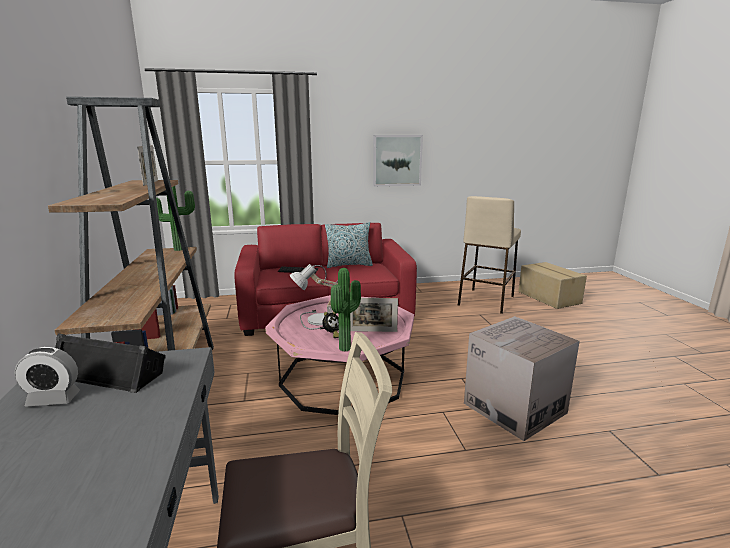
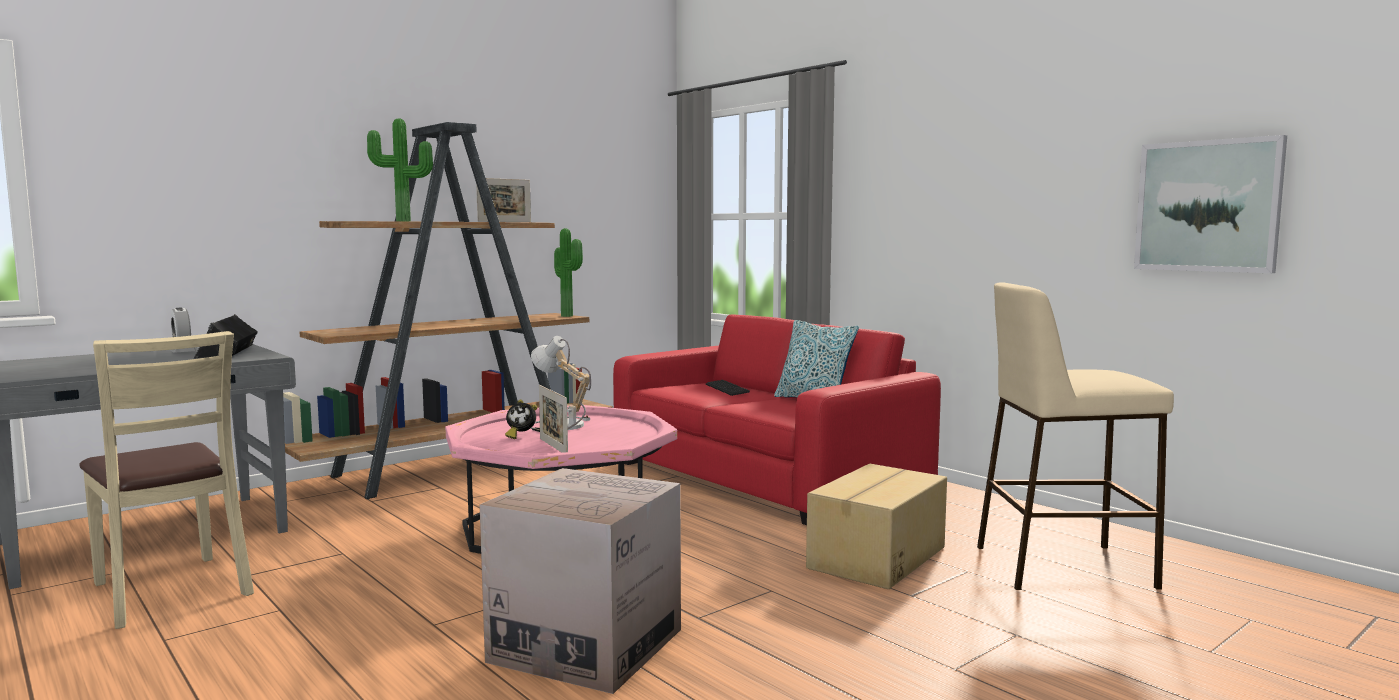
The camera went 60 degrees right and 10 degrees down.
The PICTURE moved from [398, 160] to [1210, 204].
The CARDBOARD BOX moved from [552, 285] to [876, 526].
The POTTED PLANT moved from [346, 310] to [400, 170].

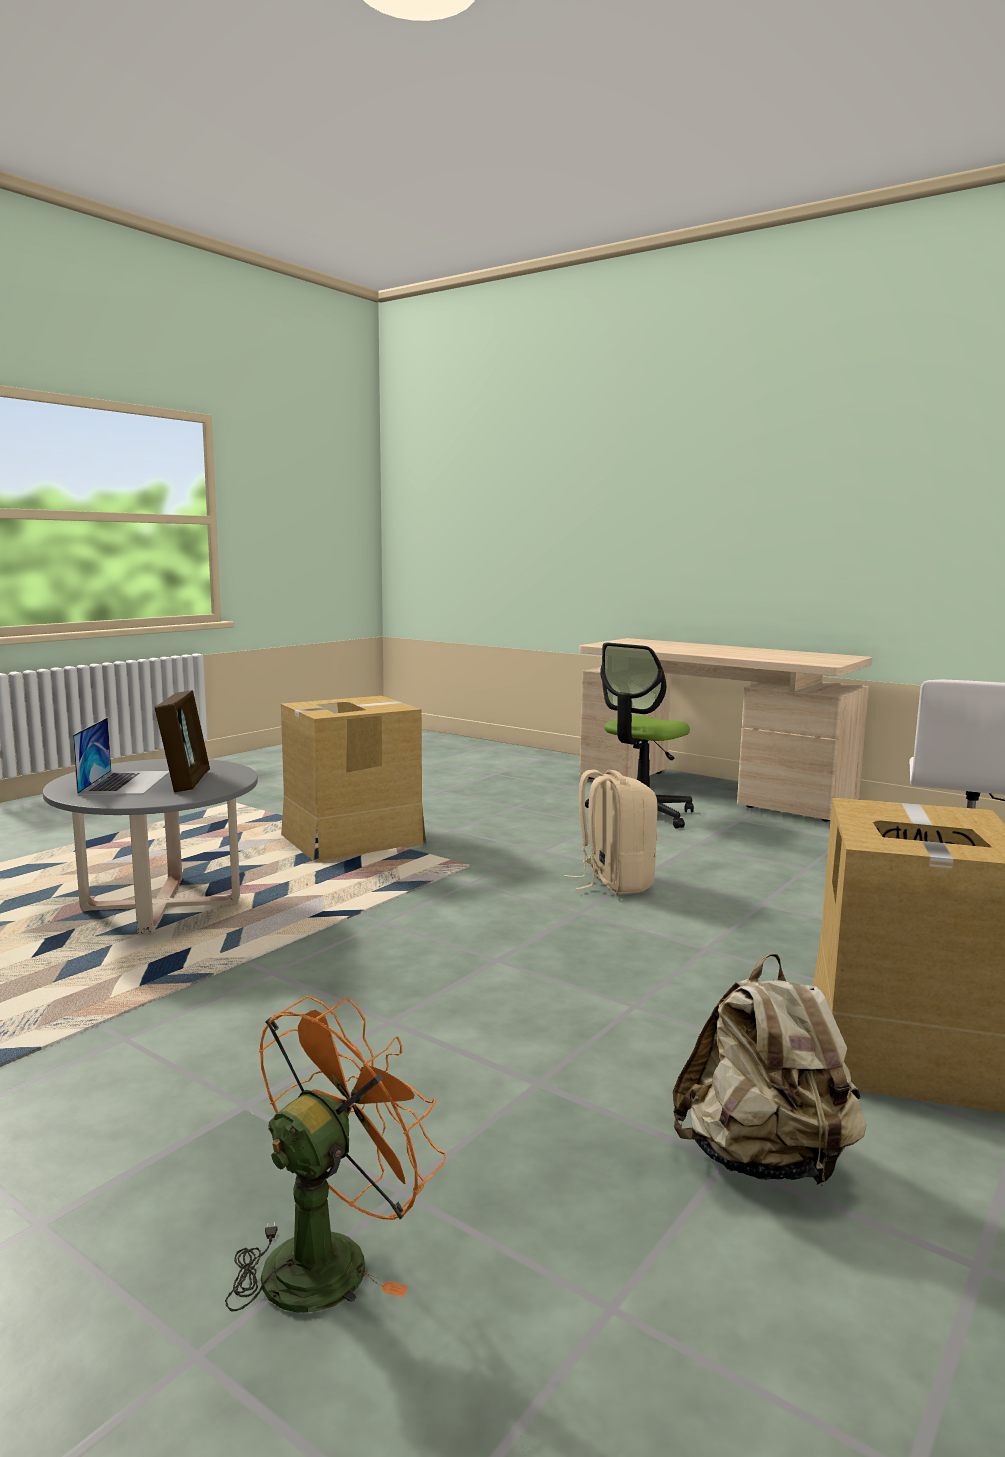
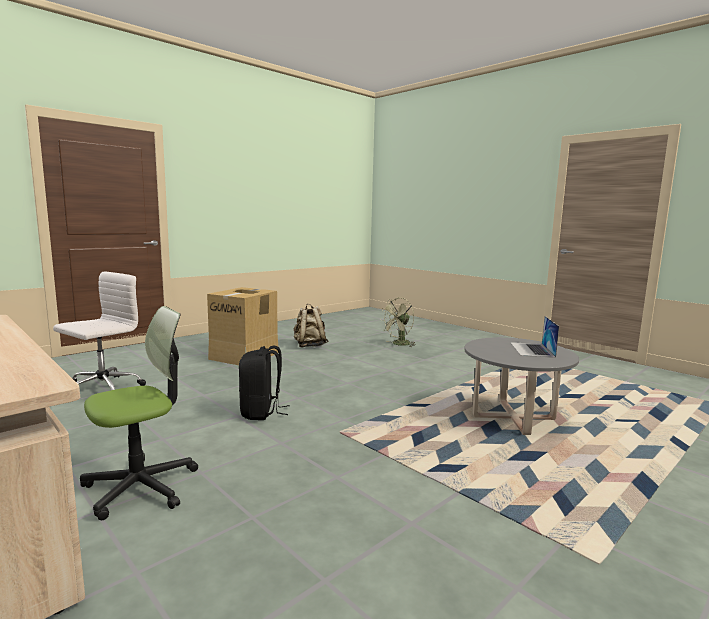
The camera went 170 degrees left and 0 degrees up.
The PICTURE FRAME at [182, 741] disappeared.
The CARDBOARD BOX at [353, 778] disappeared.
The BEIGE BACKPACK at [611, 832] became the BLACK BACKPACK at [264, 383].
The ORANGE FAN at [335, 1154] became the GREEN FAN at [398, 322].

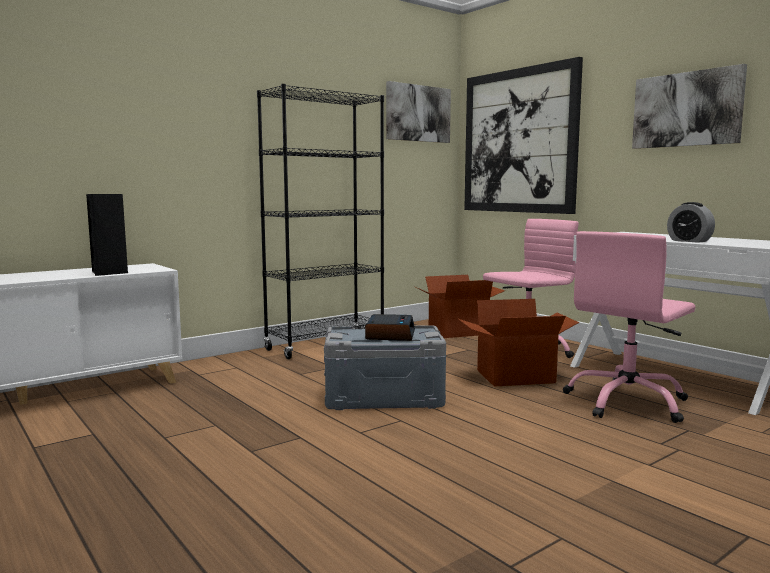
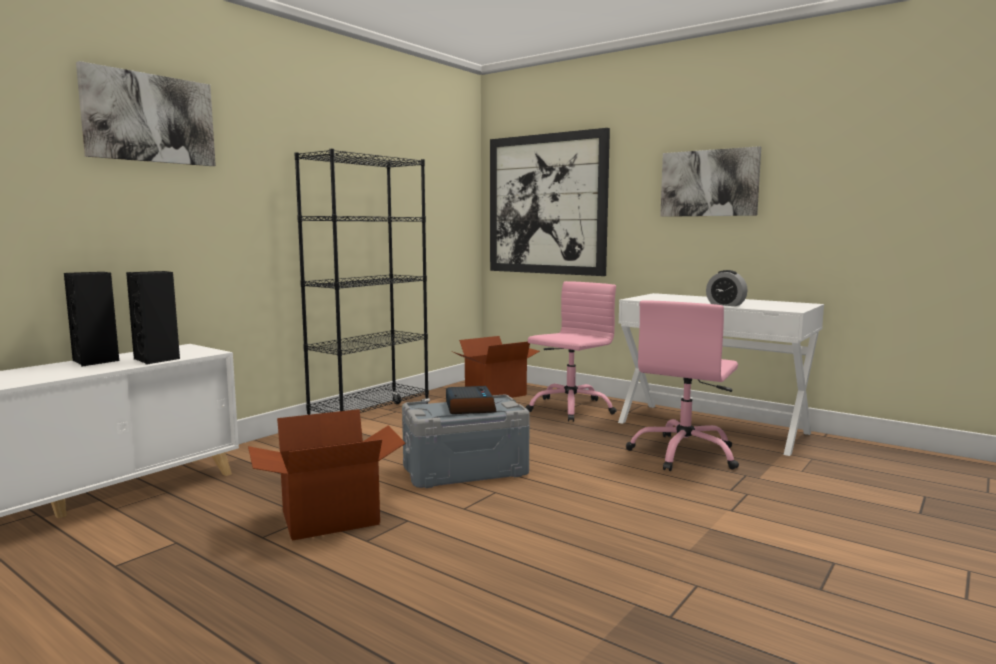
The camera went 15 degrees left and 0 degrees up.
The PICTURE moved from [418, 112] to [146, 113].
The CARDBOARD BOX moved from [518, 343] to [327, 475].
The BLACK SPEAKER at [91, 319] appeared.

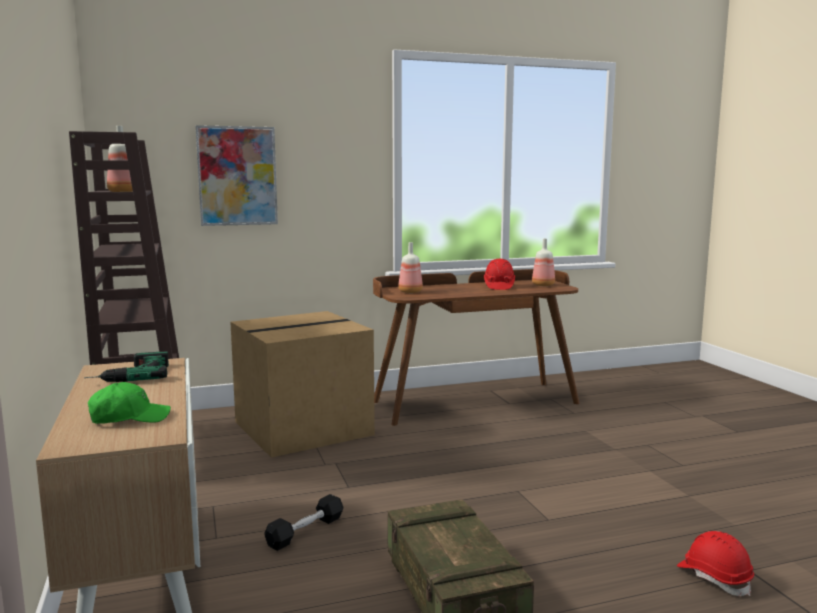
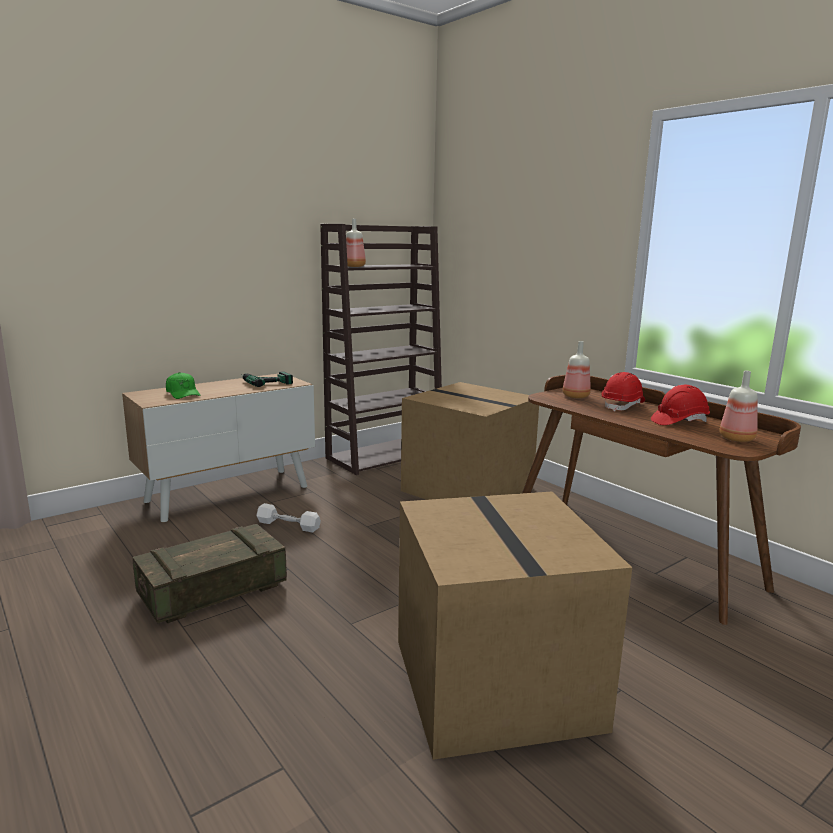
The camera went 70 degrees right and 5 degrees up.
The PICTURE at [237, 175] disappeared.
The BLACK DUMBBELL at [303, 522] became the WHITE DUMBBELL at [289, 518].
The RED HARD HAT moved from [715, 563] to [623, 392].
The CARDBOARD BOX at [515, 626] appeared.

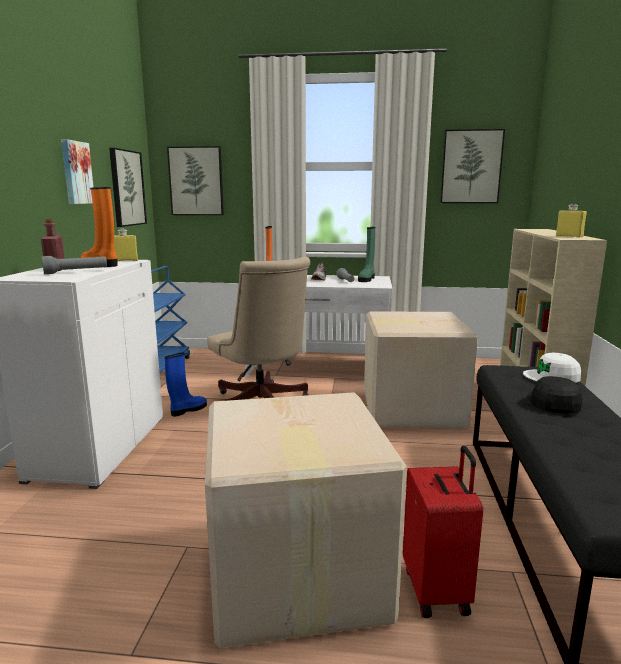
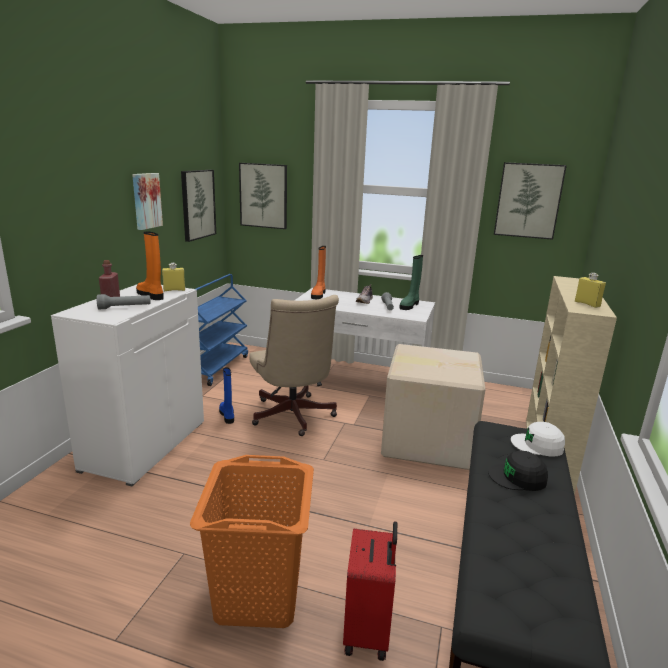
The camera went 10 degrees right and 5 degrees up.
The BLUE BOOT at [186, 384] turned 75 degrees counterclockwise.
The BLACK CAP at [554, 395] turned 105 degrees counterclockwise.
The CARDBOARD BOX at [306, 520] was replaced by the ORANGE LAUNDRY BASKET at [252, 541].

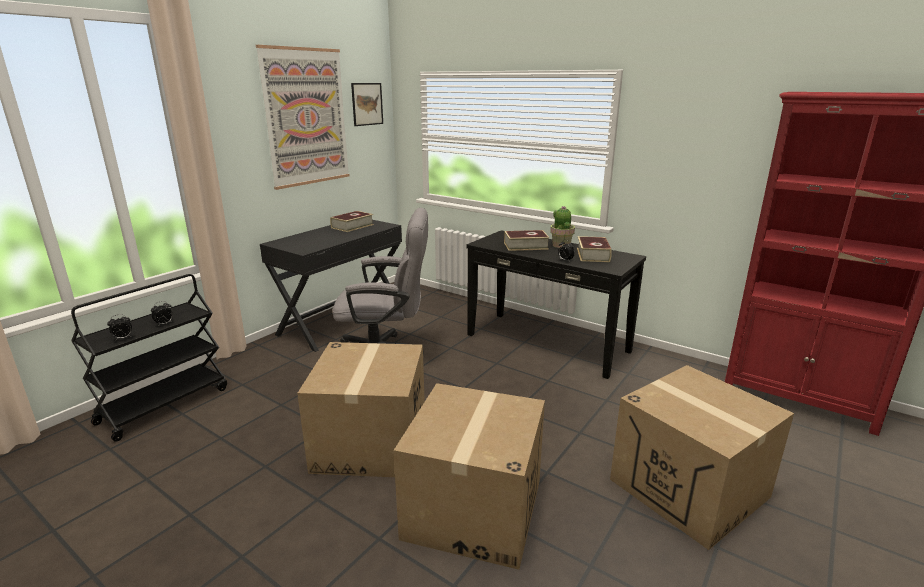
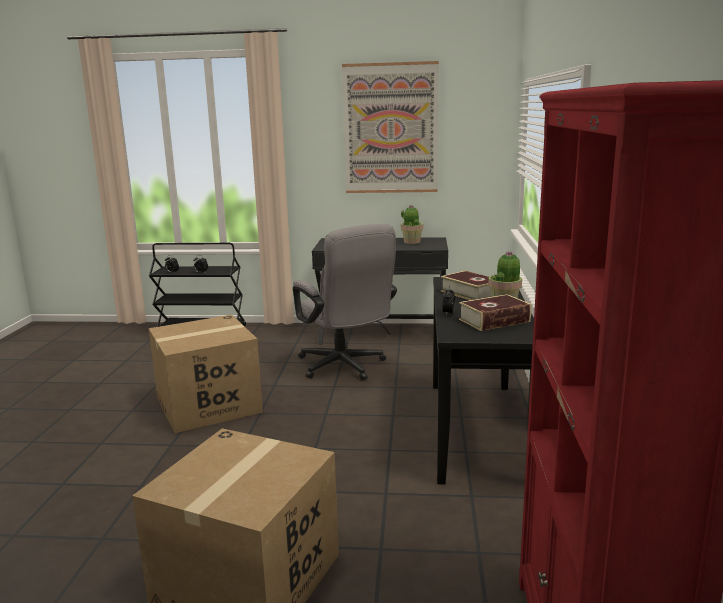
The camera went 60 degrees right and 5 degrees down.
The PICTURE at [367, 104] disappeared.
The BOOK at [352, 221] was replaced by the POTTED PLANT at [412, 224].
The CARDBOARD BOX at [469, 476] disappeared.

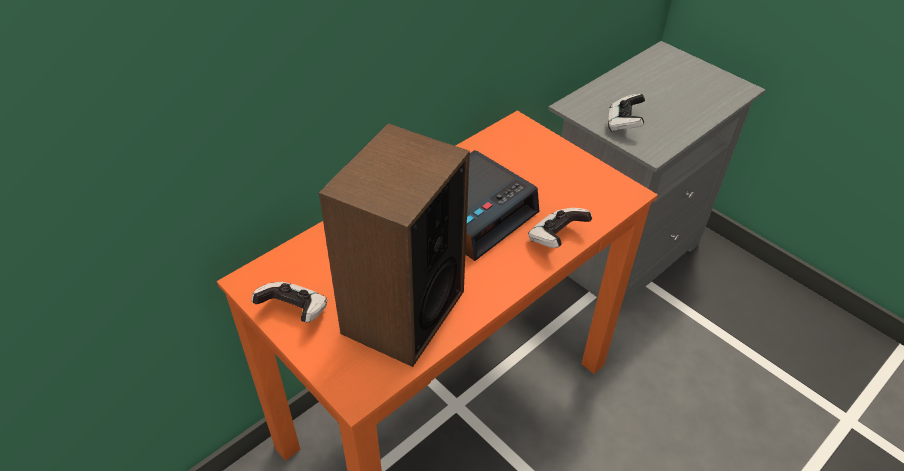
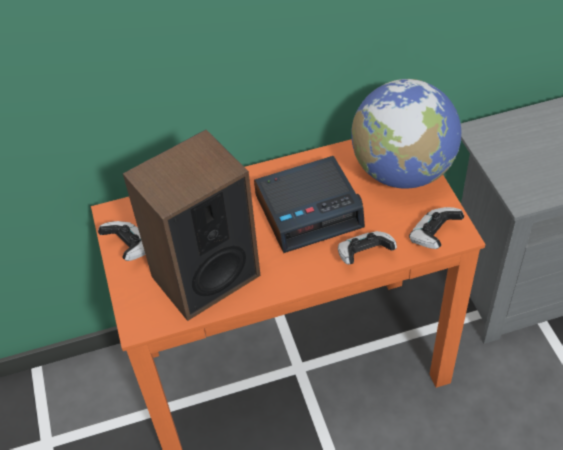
The camera went 30 degrees right and 5 degrees up.
The GAME CONTROLLER moved from [626, 112] to [436, 228].
The GLOBE at [406, 134] appeared.

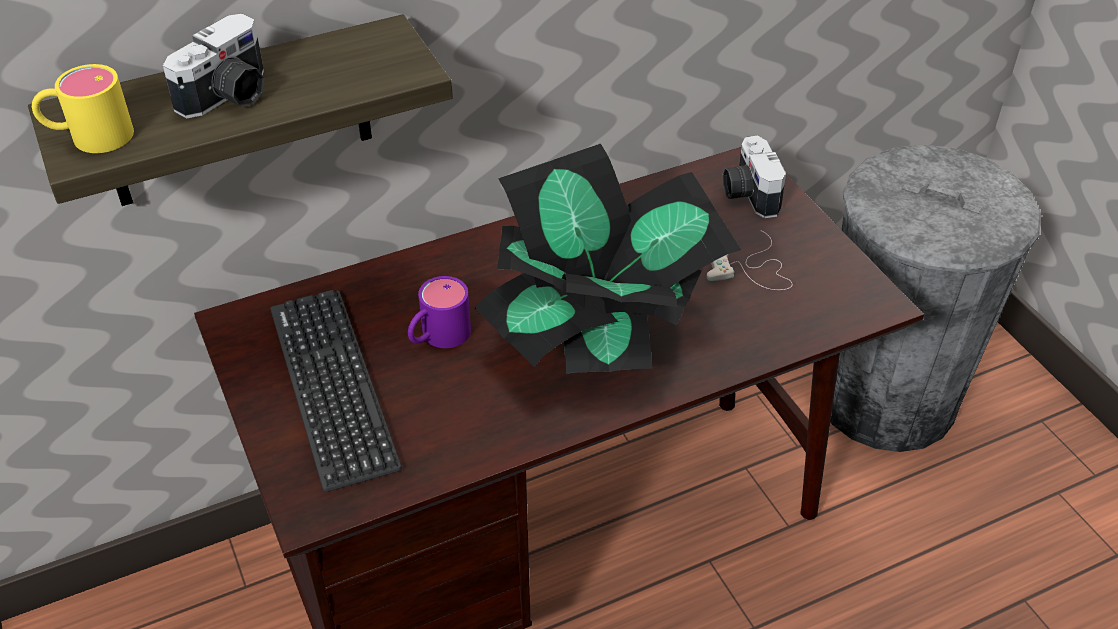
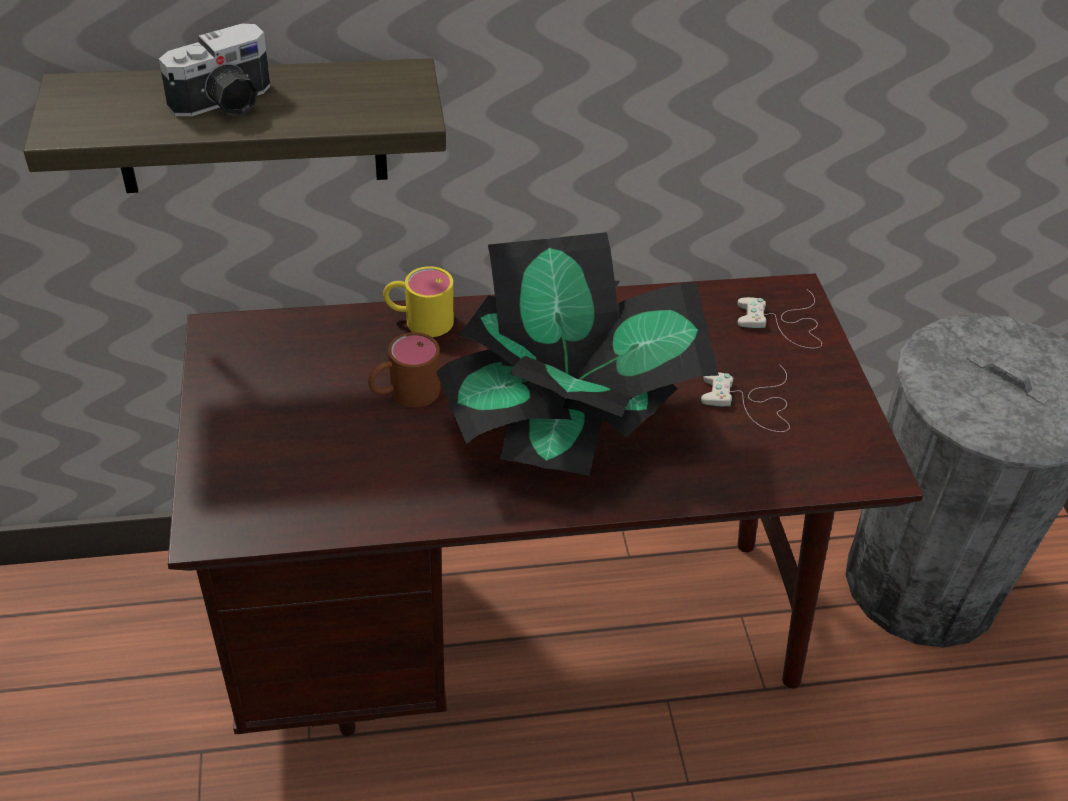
The camera went 15 degrees right and 0 degrees up.
The YELLOW MUG moved from [83, 108] to [418, 301].
The PHOTO CAMERA at [754, 177] was replaced by the WHITE GAME CONTROLLER at [780, 318].
The PURPLE MUG at [439, 312] became the BROWN MUG at [404, 369].
The KEYBOARD at [336, 391] disappeared.

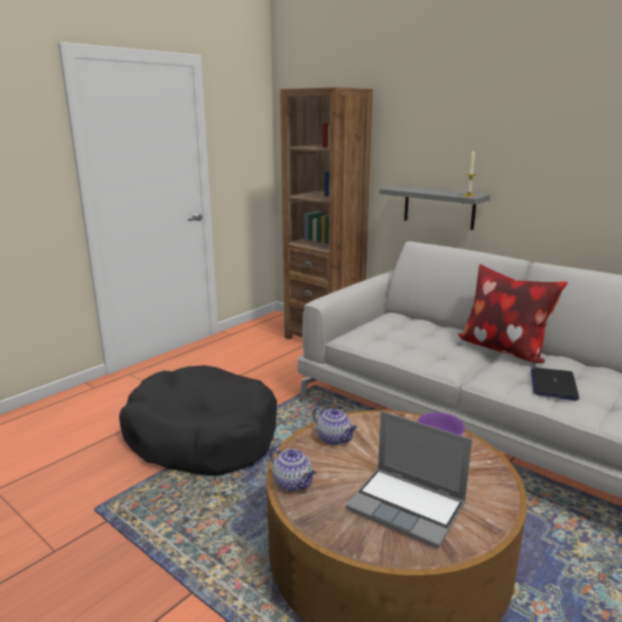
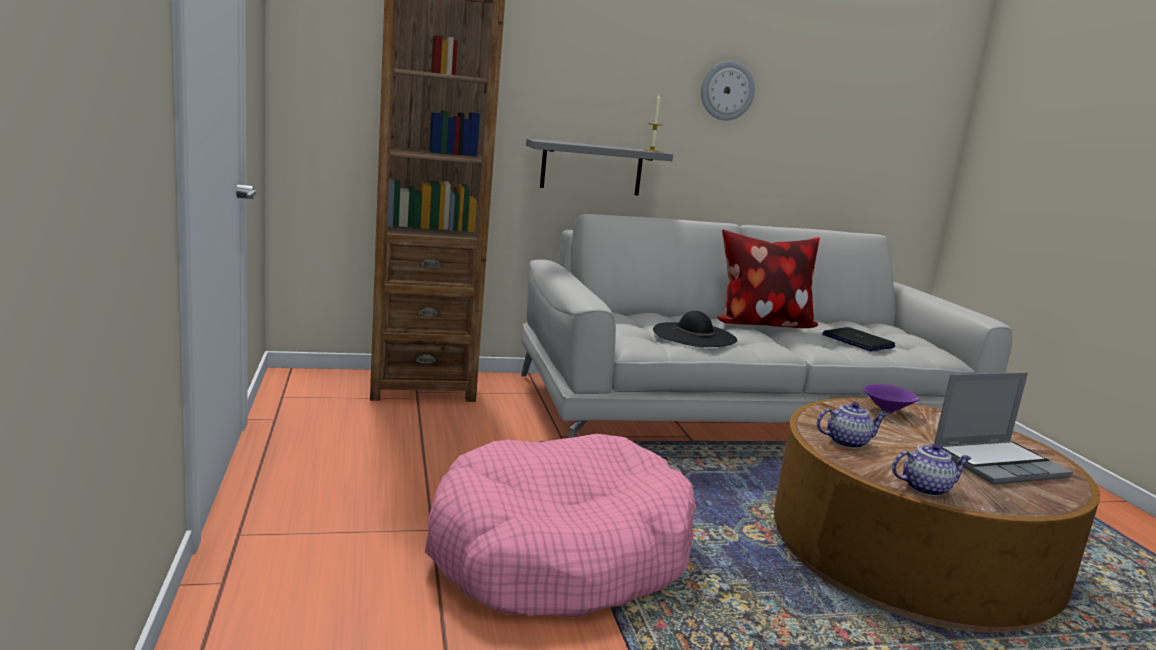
The camera went 55 degrees left and 5 degrees down.
The BLACK DOG BED at [198, 420] became the PINK DOG BED at [560, 525].
The WALL CLOCK at [728, 91] appeared.
The BLACK HAT at [695, 329] appeared.

